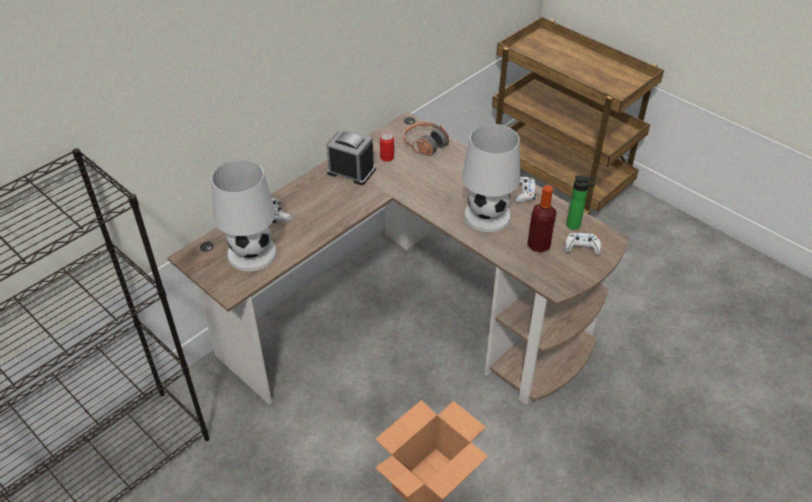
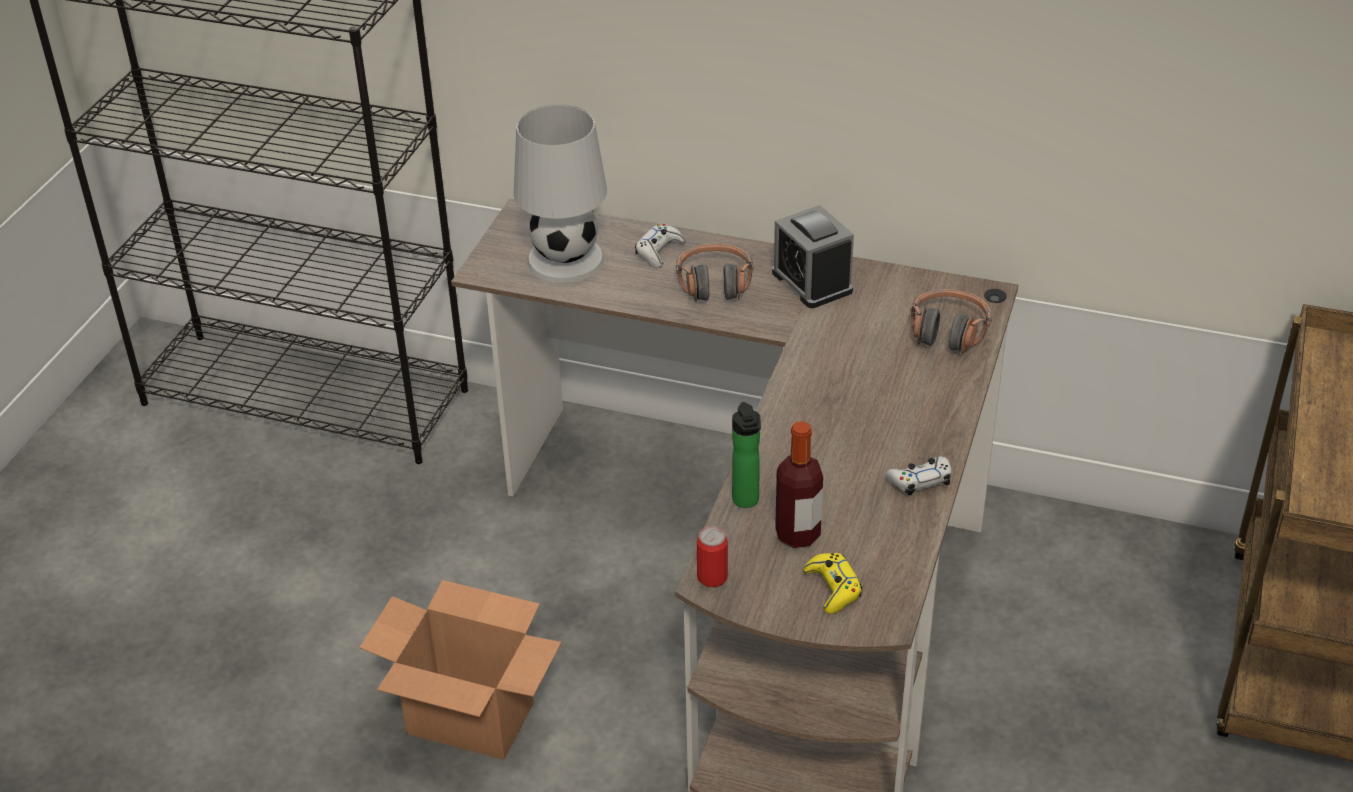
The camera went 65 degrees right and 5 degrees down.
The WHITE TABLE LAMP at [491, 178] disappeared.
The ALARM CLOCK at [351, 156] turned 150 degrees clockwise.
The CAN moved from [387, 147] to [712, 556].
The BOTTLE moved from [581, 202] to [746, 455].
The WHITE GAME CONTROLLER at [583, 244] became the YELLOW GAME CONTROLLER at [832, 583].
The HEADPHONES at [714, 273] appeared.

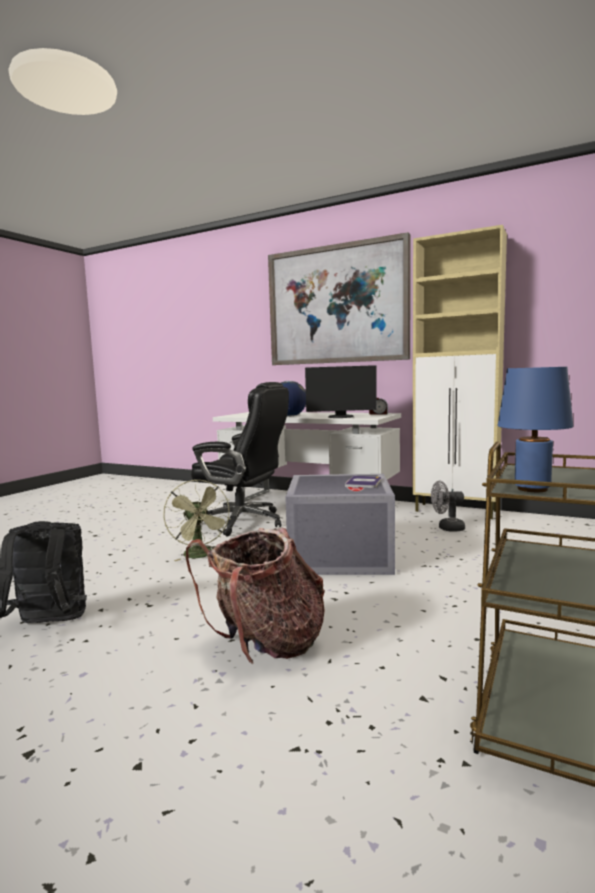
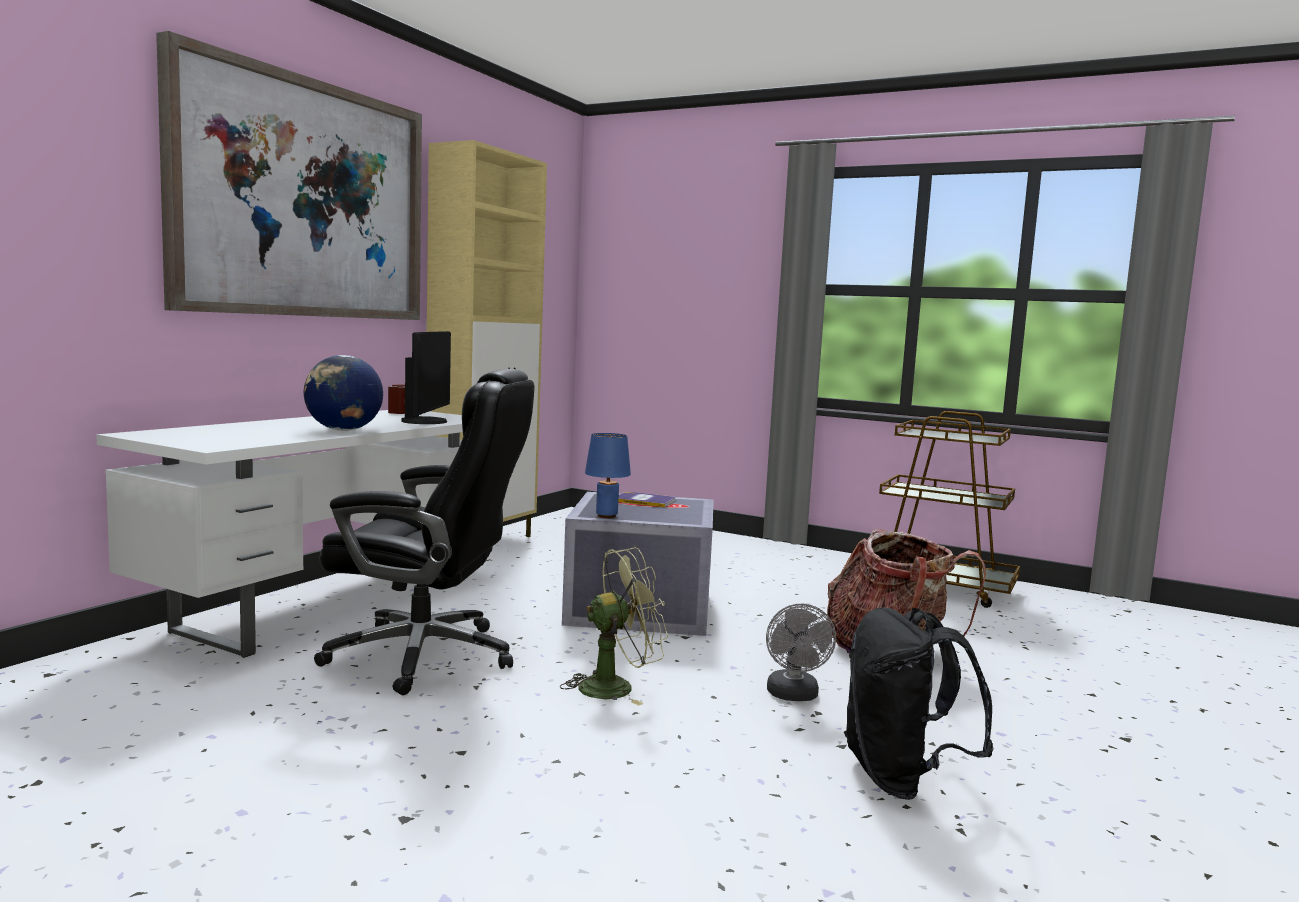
The camera went 90 degrees left and 0 degrees up.
The BLUE TABLE LAMP moved from [535, 429] to [608, 475].
The BLACK OFFICE CHAIR at [240, 459] turned 75 degrees clockwise.
The GREY FAN moved from [448, 506] to [801, 652].

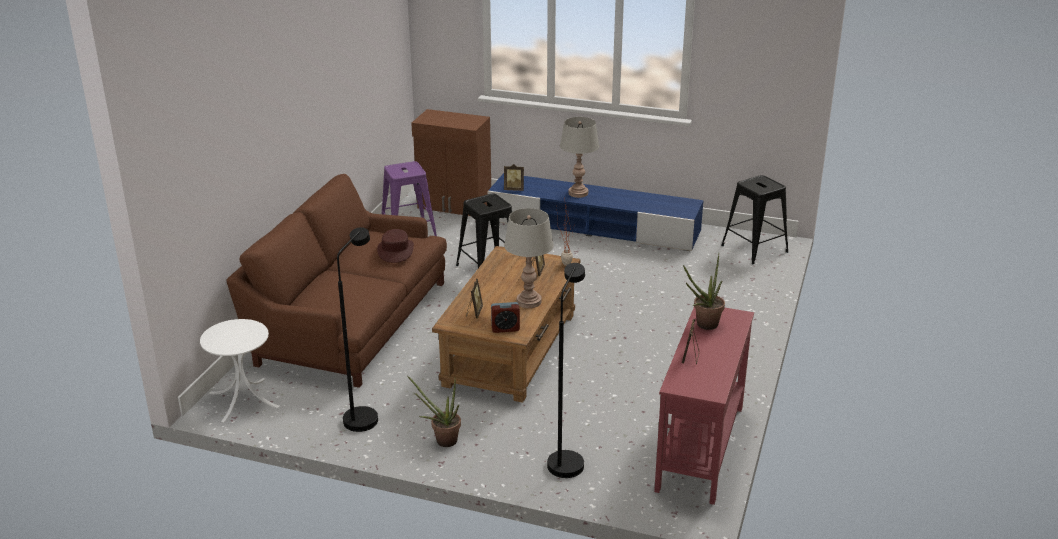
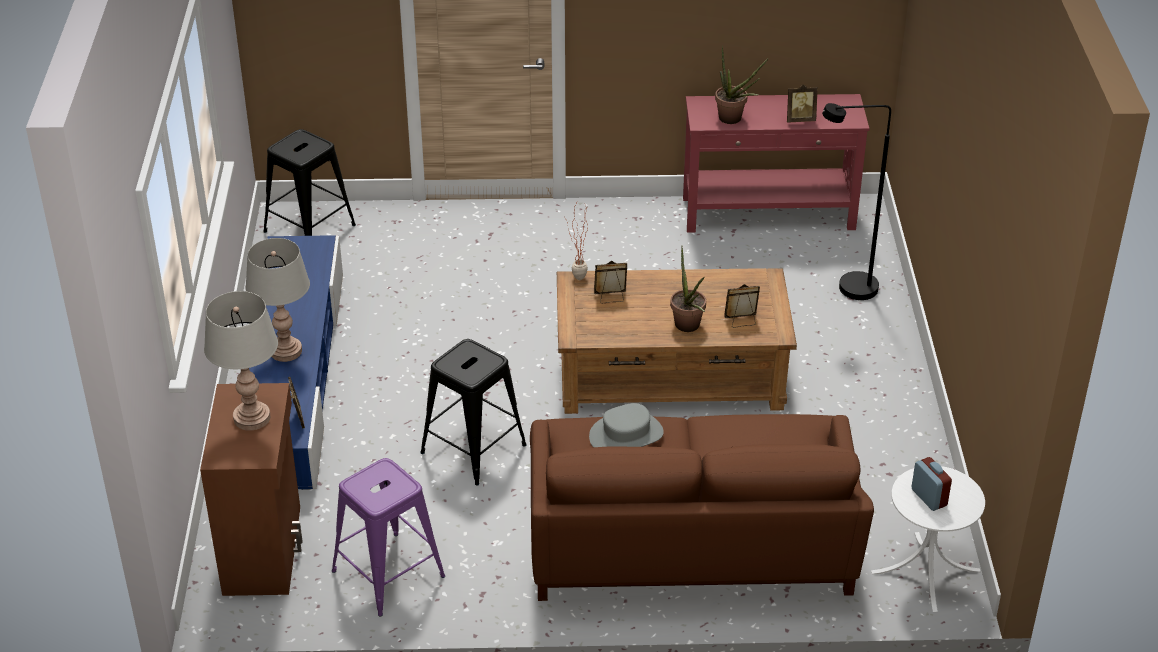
The camera went 110 degrees left and 10 degrees up.
The GREY TABLE LAMP moved from [529, 258] to [241, 361].
The BLACK FLOOR LAMP at [357, 329] disappeared.
The BROWN HAT at [395, 246] became the GREY HAT at [626, 425].
The ALARM CLOCK moved from [505, 317] to [932, 484].
The POTTED PLANT moved from [434, 411] to [688, 289].

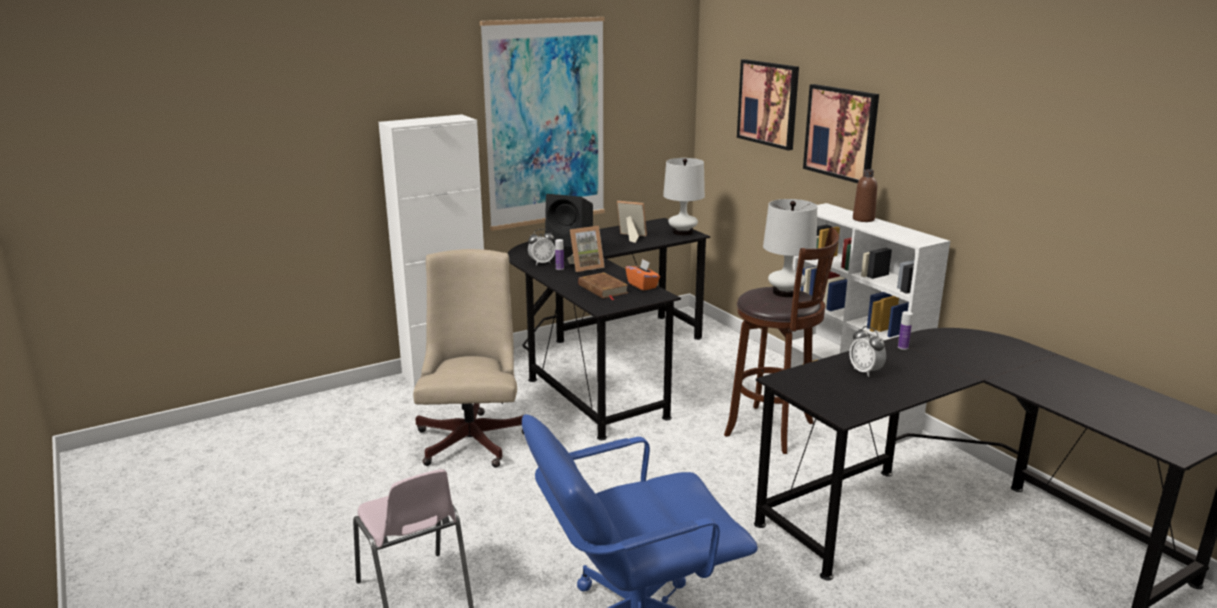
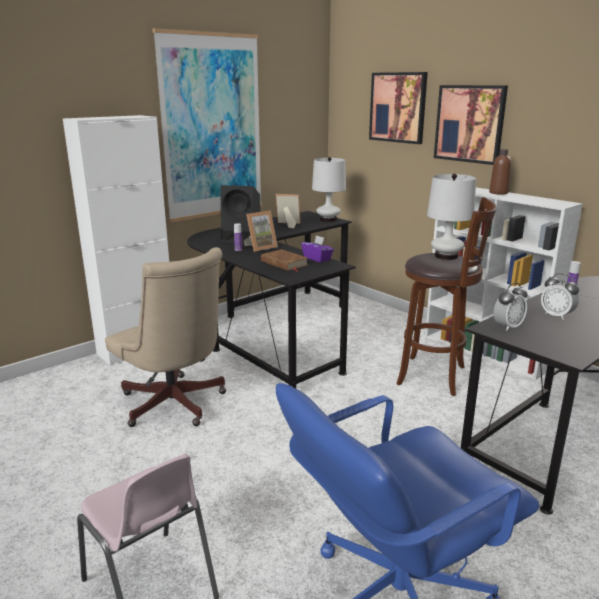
The camera went 10 degrees left and 0 degrees up.
The ALARM CLOCK moved from [541, 247] to [511, 307].
The BEIGE OFFICE CHAIR at [468, 358] turned 150 degrees clockwise.
The ORANGE TISSUE BOX at [643, 275] became the PURPLE TISSUE BOX at [317, 249].

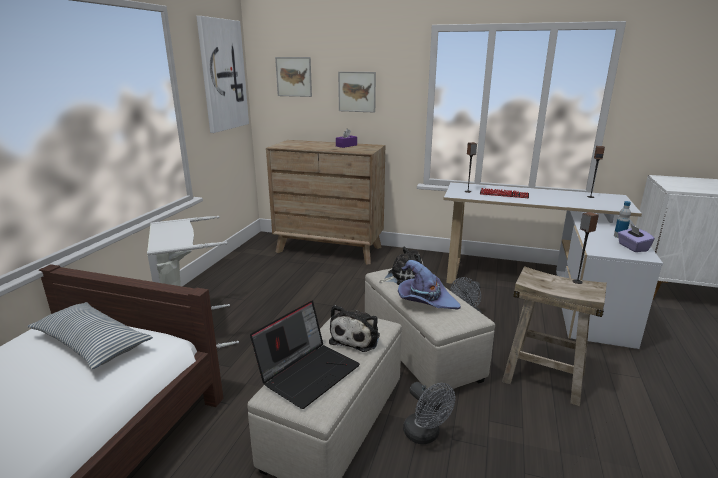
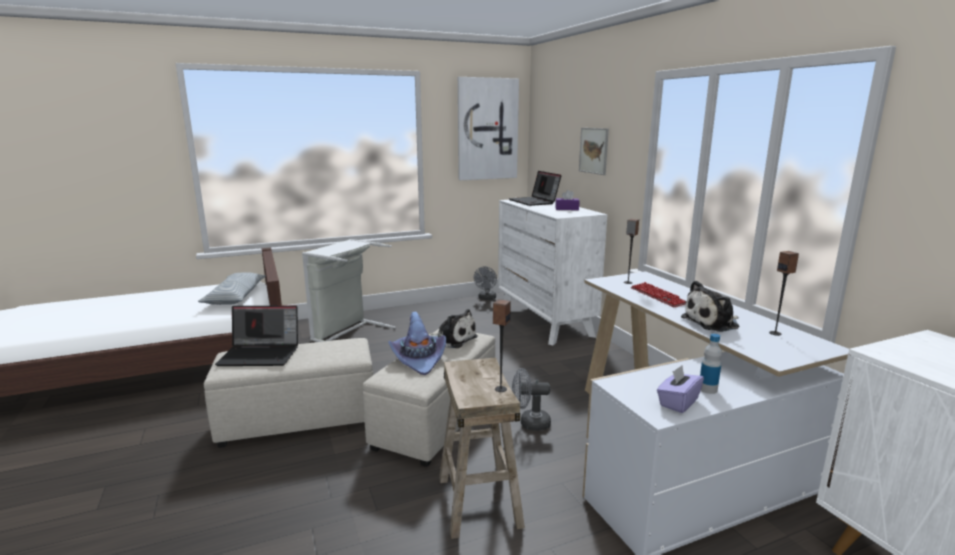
The camera went 50 degrees right and 5 degrees down.
The PICTURE at [293, 77] disappeared.
The BROWN DRESSER at [325, 202] became the WHITE DRESSER at [552, 272].
The PLUSH TOY moved from [354, 328] to [710, 306].
The GREY FAN moved from [429, 413] to [485, 283].
The LAPTOP at [535, 188] appeared.

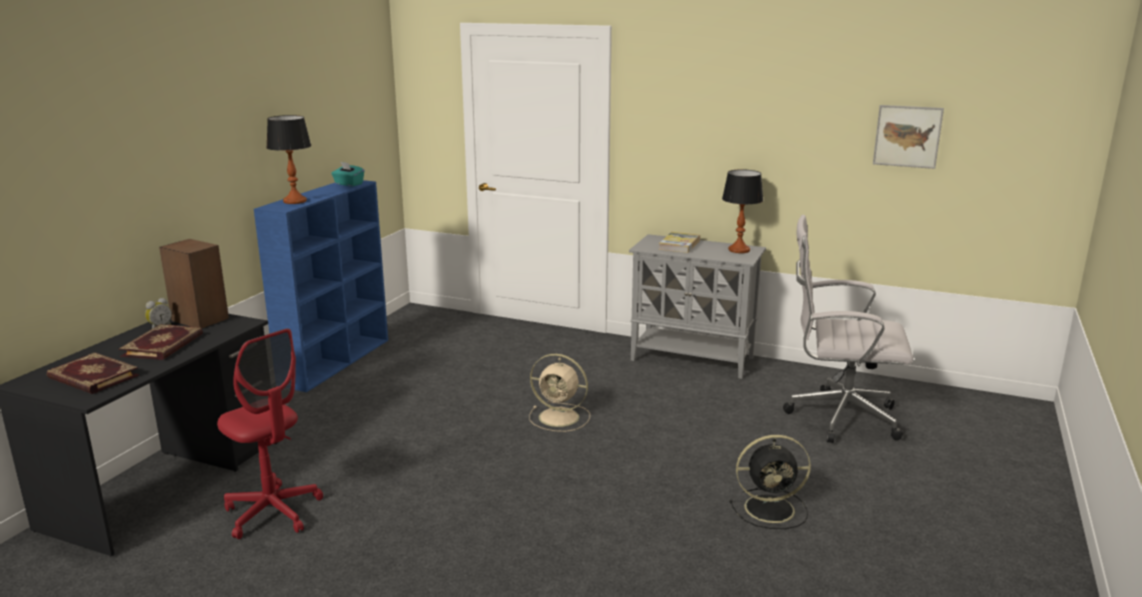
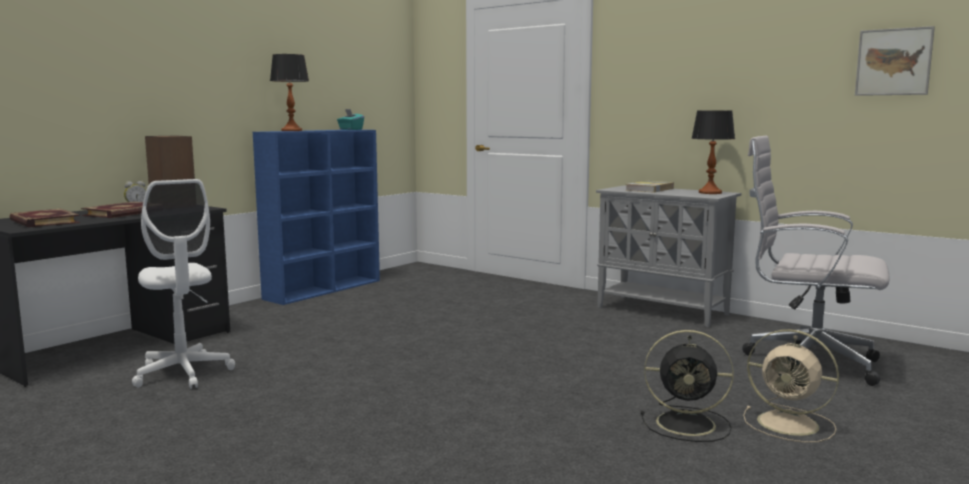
The camera went 15 degrees right and 10 degrees down.
The RED OFFICE CHAIR at [270, 433] became the WHITE OFFICE CHAIR at [183, 284].
The BEIGE FAN moved from [559, 393] to [791, 386].

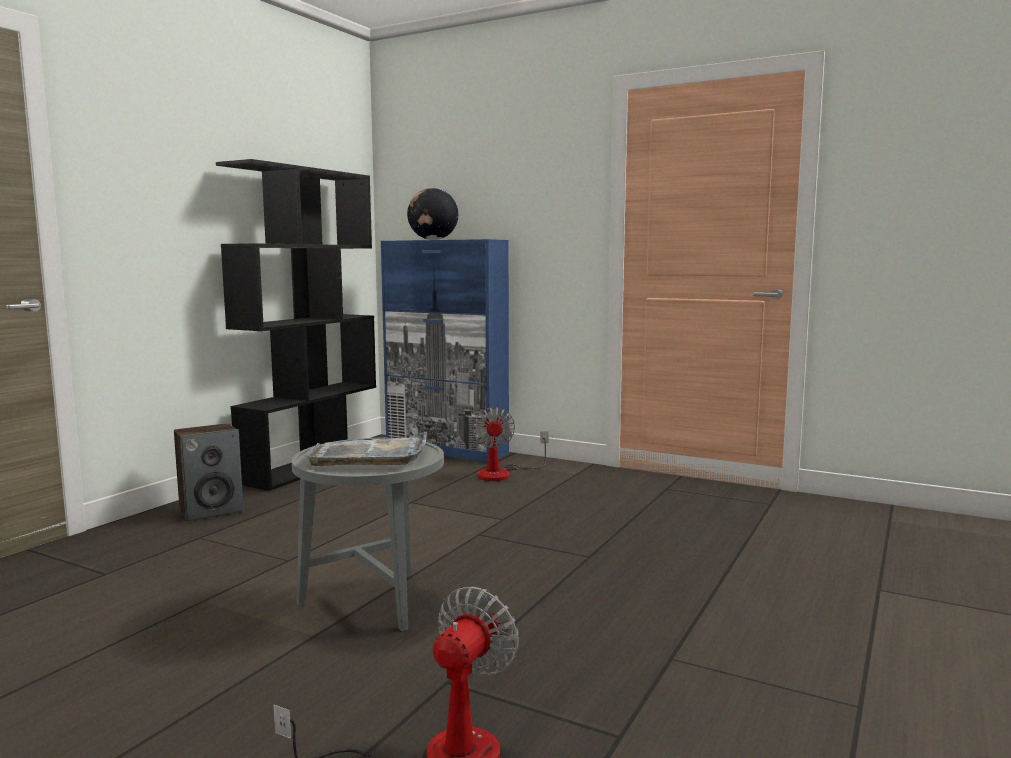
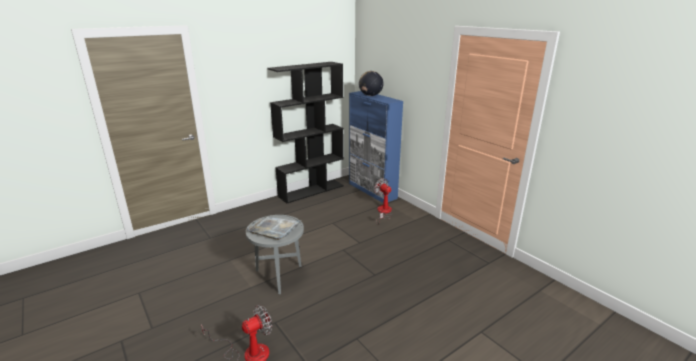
The camera went 25 degrees right and 15 degrees up.
The FAN at [510, 444] turned 120 degrees clockwise.
The SPEAKER at [209, 472] disappeared.

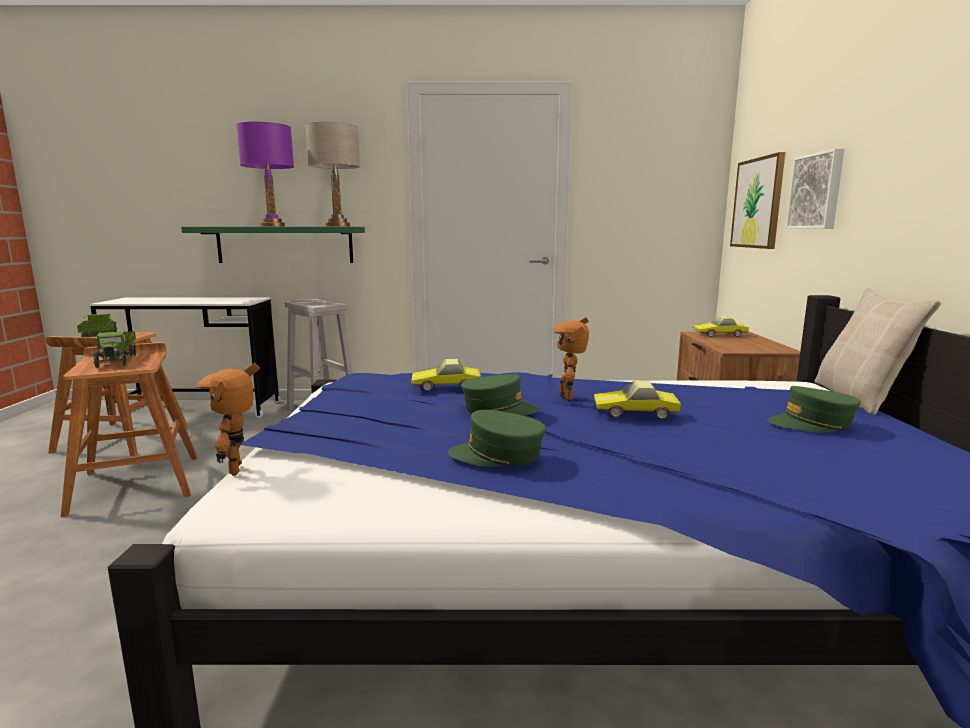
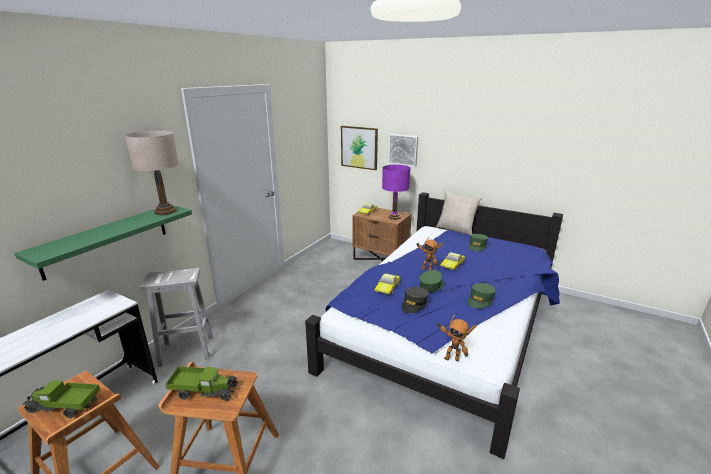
The camera went 60 degrees left and 10 degrees up.
The PURPLE TABLE LAMP moved from [265, 174] to [396, 192].
The GREY CAP at [415, 300] appeared.

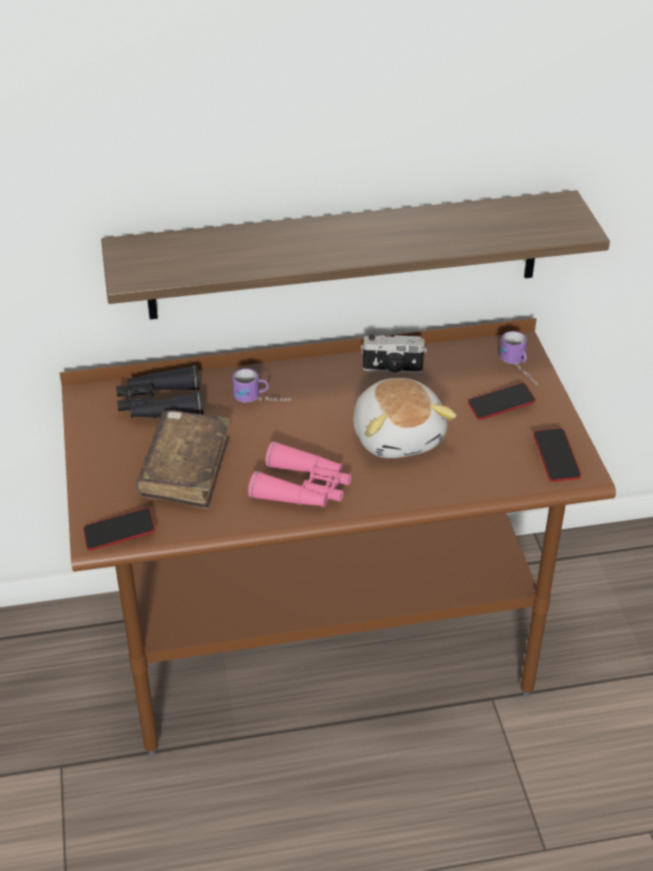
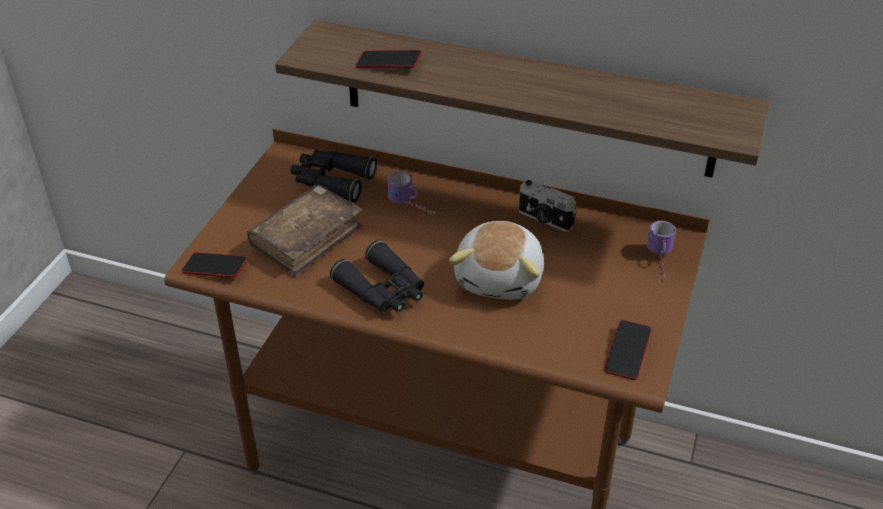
The camera went 30 degrees right and 0 degrees up.
The PHONE moved from [502, 401] to [389, 59].
The PINK BINOCULARS at [299, 474] became the BLACK BINOCULARS at [377, 276].

